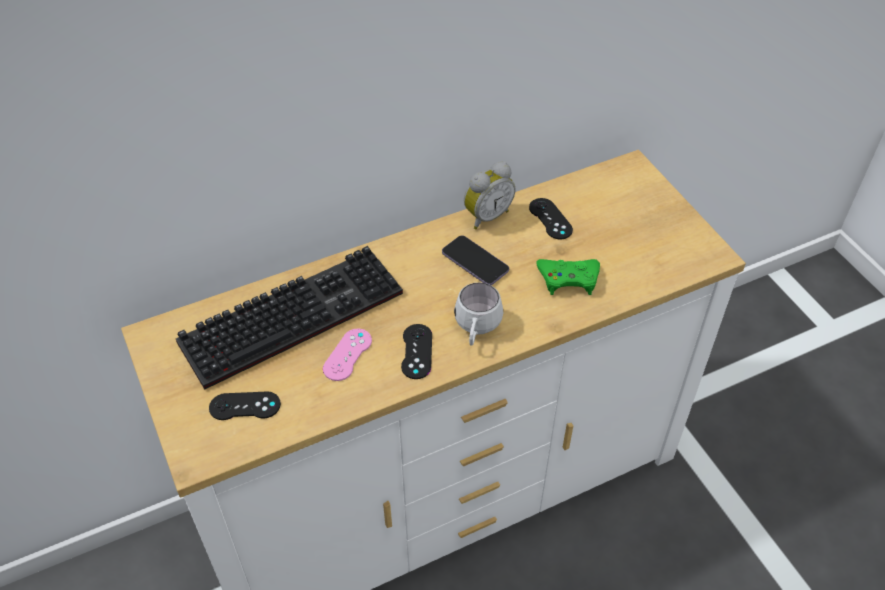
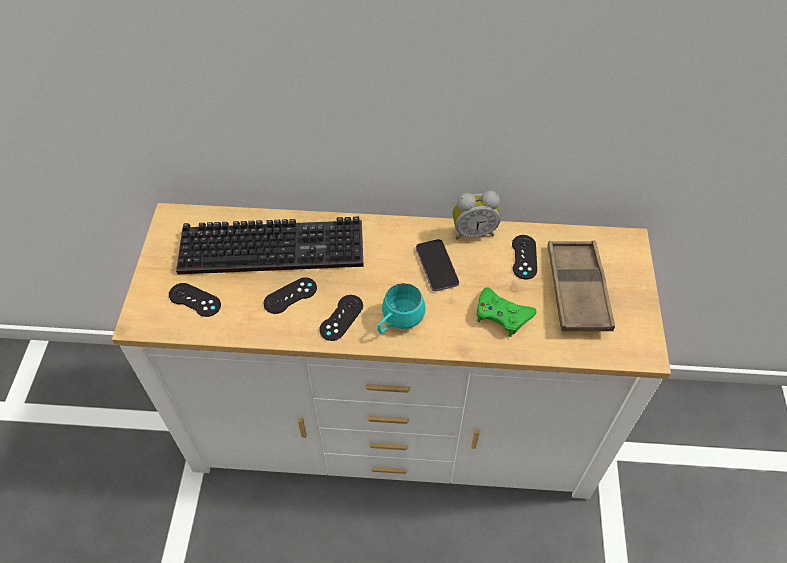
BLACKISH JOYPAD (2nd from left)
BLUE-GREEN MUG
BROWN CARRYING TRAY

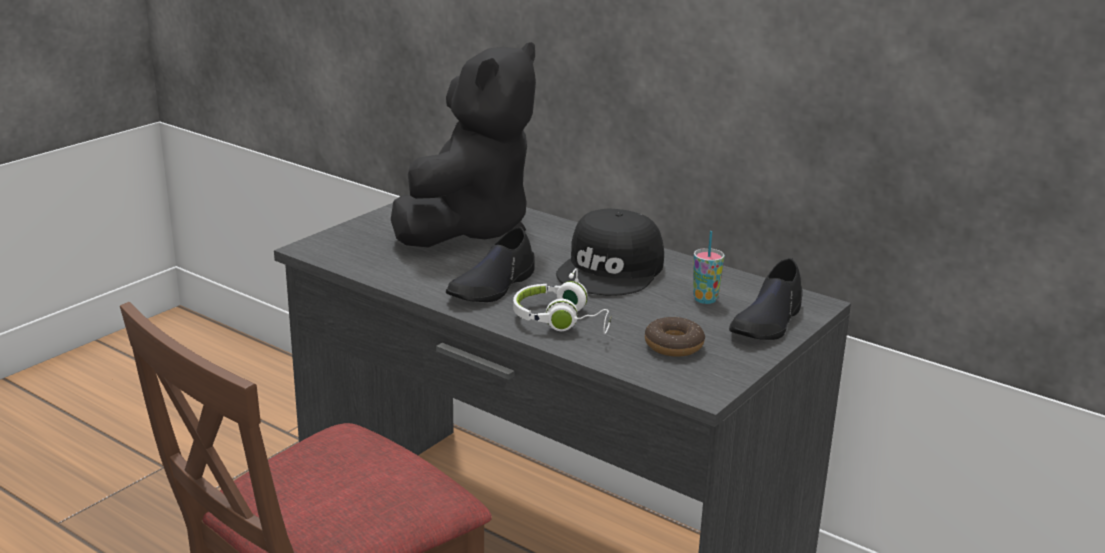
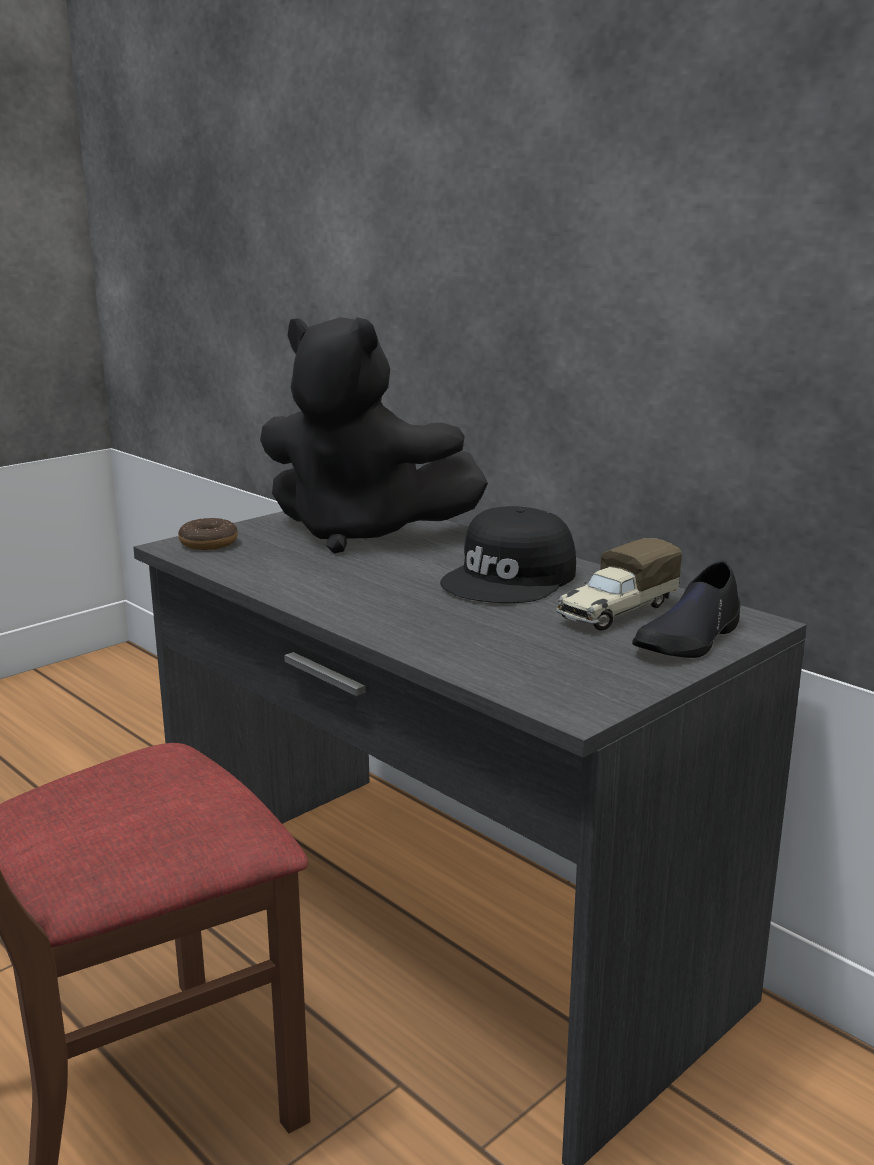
BLACKISH CUDDLY TOY
BLACKISH ITEM OF FOOTWEAR (1st from left in the first image)
WHITE-COLOURED PAIR OF HEADPHONES
DOUGHNUT
TOY TRUCK

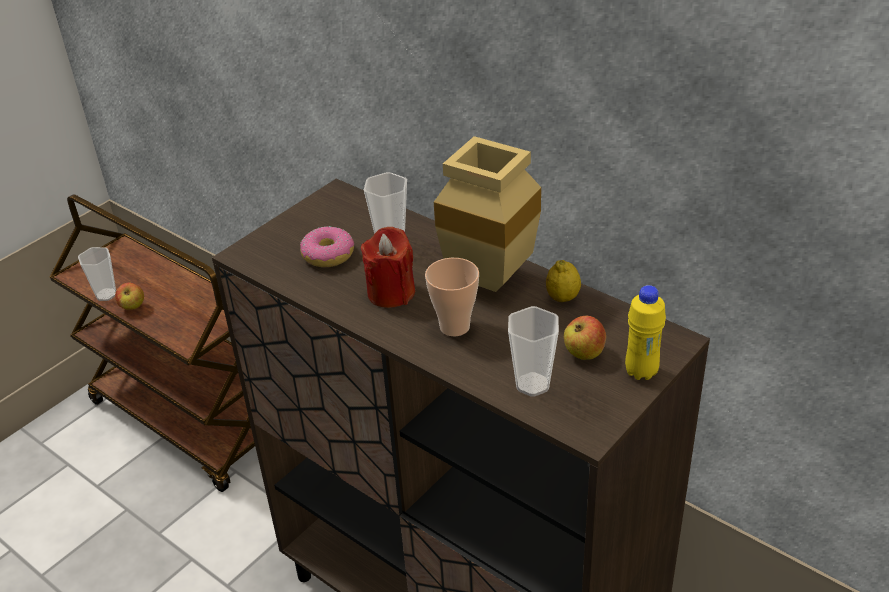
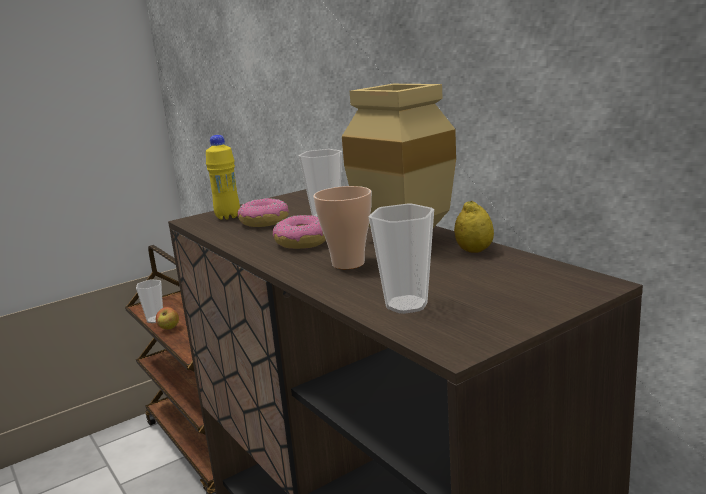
DOUGHNUT (2nd from left)
WHOLE APPLE (2nd from left in the first image)
YELLOW-COLOURED BOTTLE

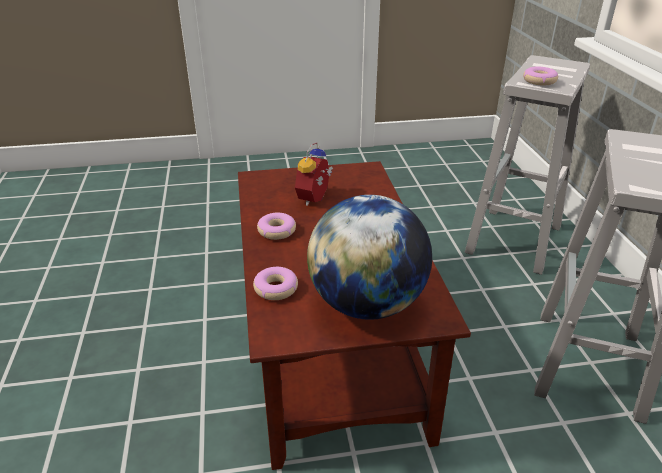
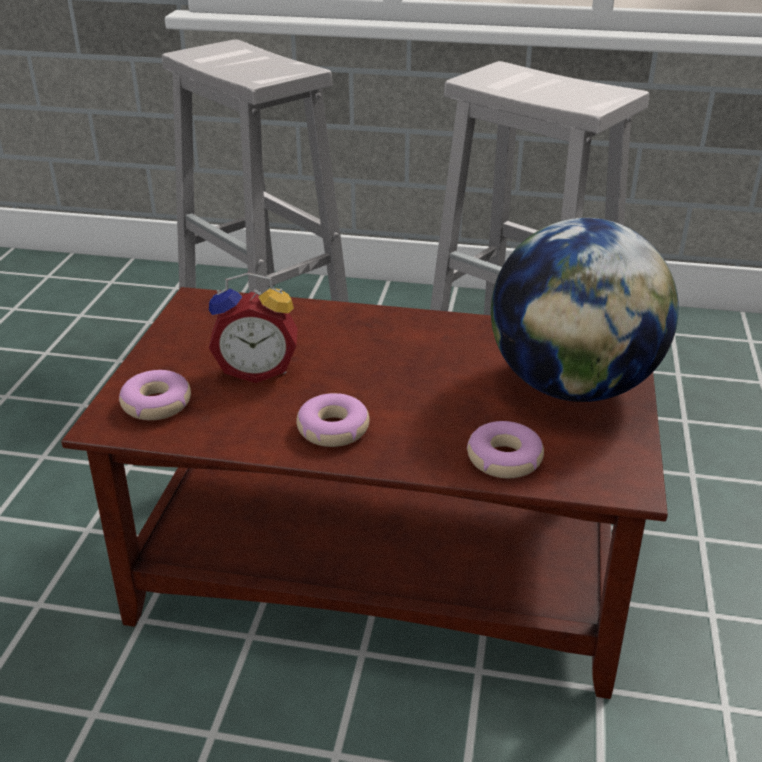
ALARM CLOCK
DOUGHNUT (1st from left)

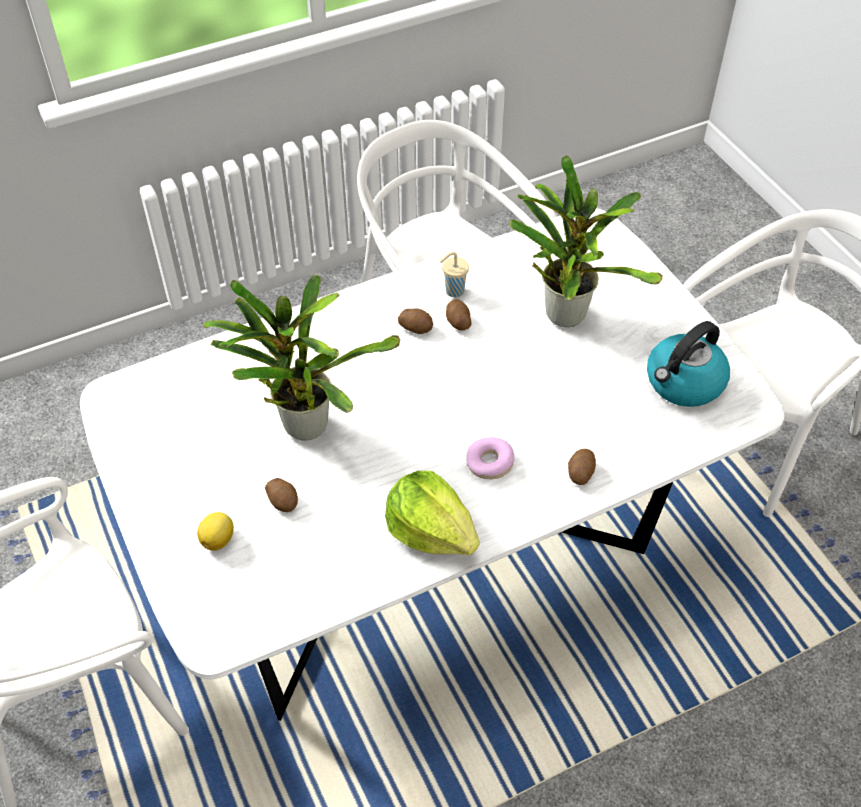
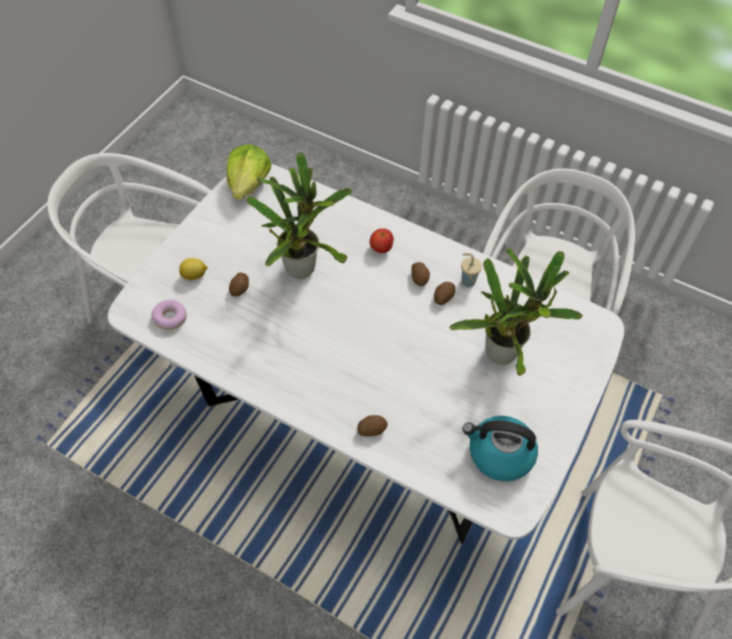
HEAD OF LETTUCE
DOUGHNUT
TOMATO

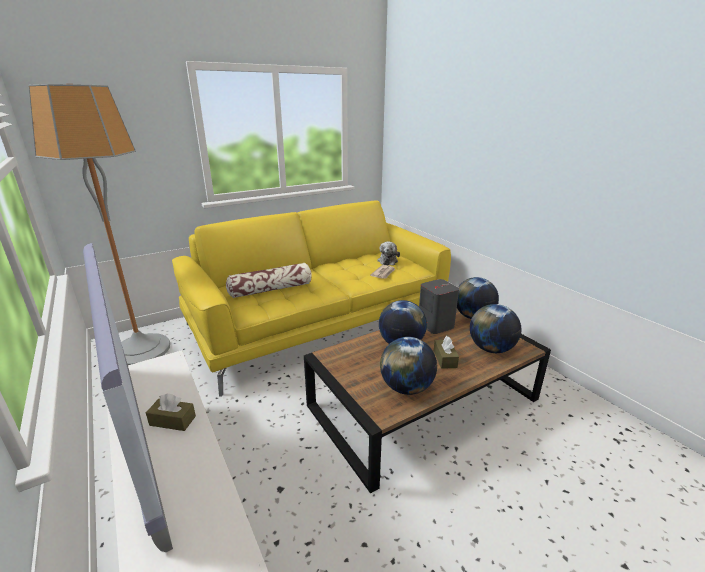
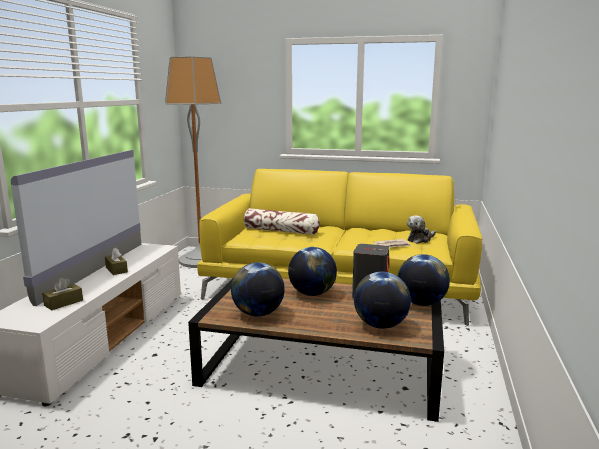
BROWN TISSUE BOX (1st from left)

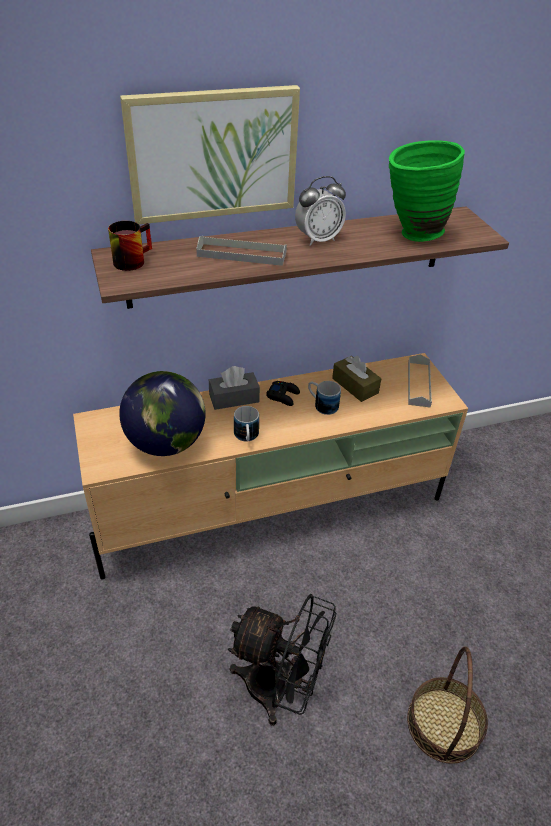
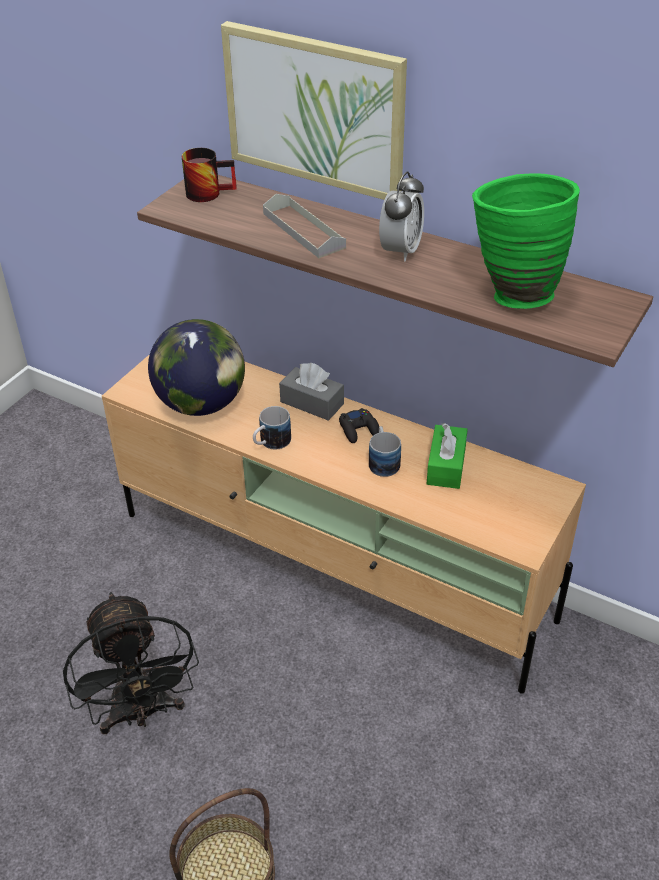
ALARM CLOCK
GREEN TISSUE BOX
GREY CARRYING TRAY (2nd from left in the first image)

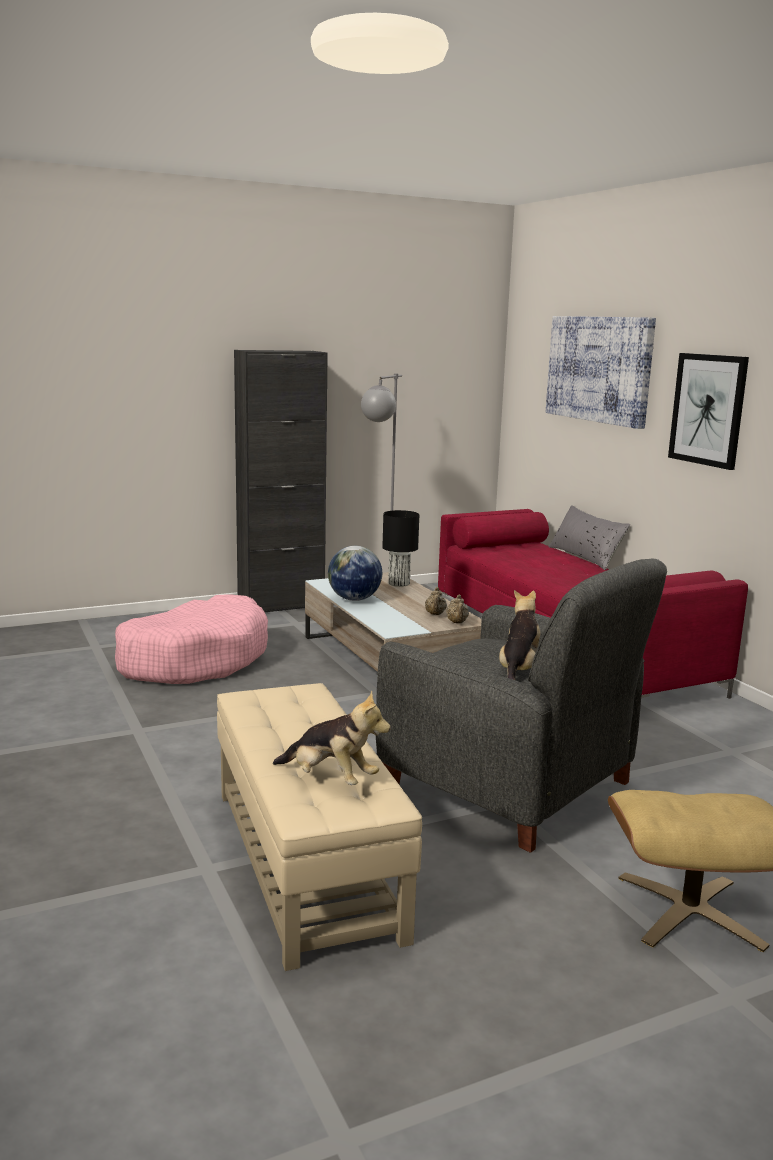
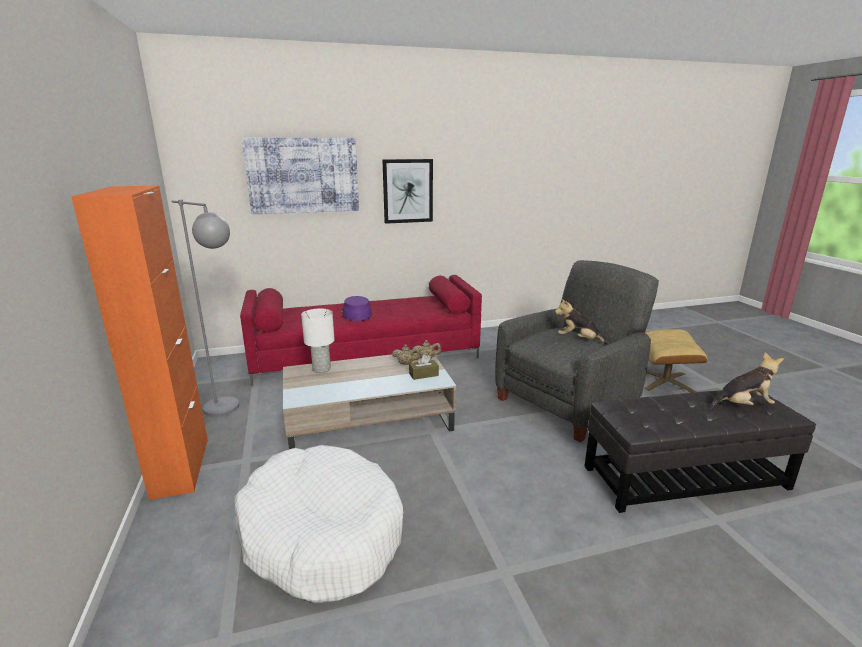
WHITE-COLOURED DOG CUSHION
BLACKISH OTTOMAN
ORANGE STORAGE CABINET
CUDDLY TOY (2nd from left)
WORLD GLOBE
WHITE-COLOURED TABLE LAMP
GREY PILLOW
PURPLE-COLOURED WEARABLE HAT
BROWN TISSUE BOX

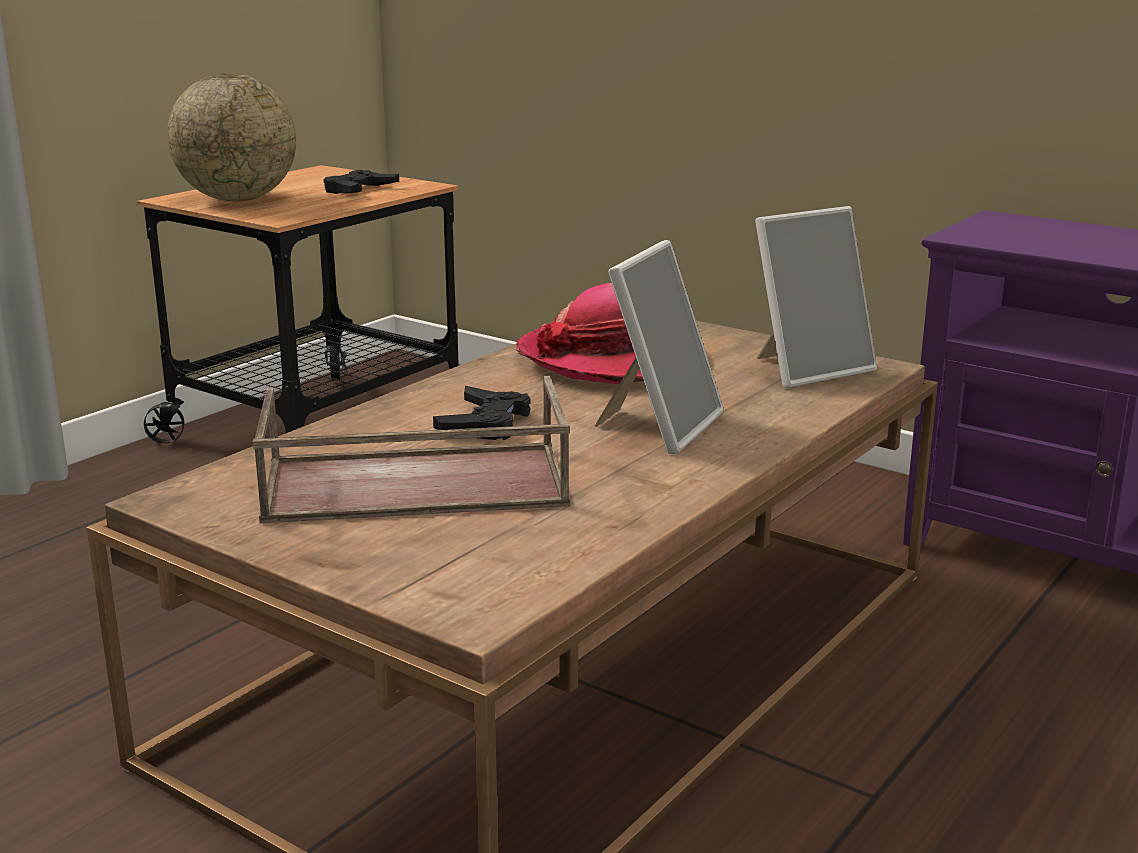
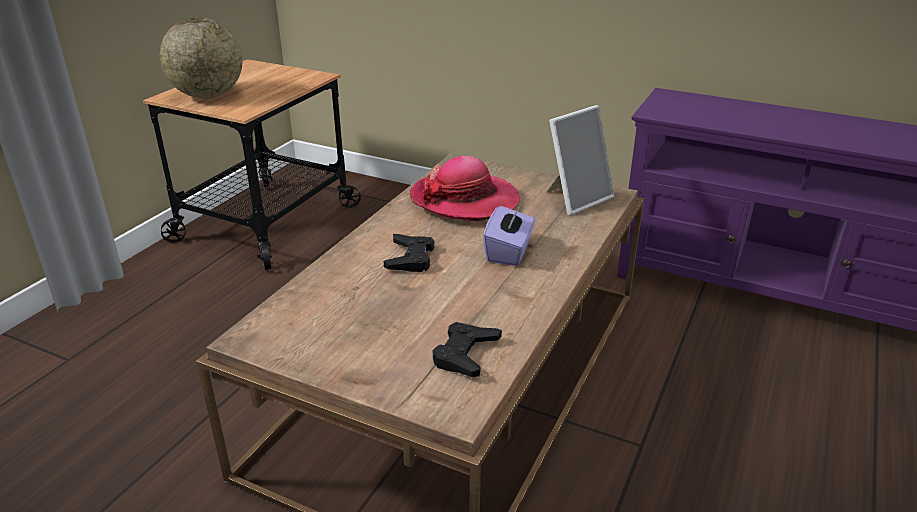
BROWN CARRYING TRAY
BLACKISH JOYPAD (2nd from left)
PURPLE-COLOURED TISSUE BOX

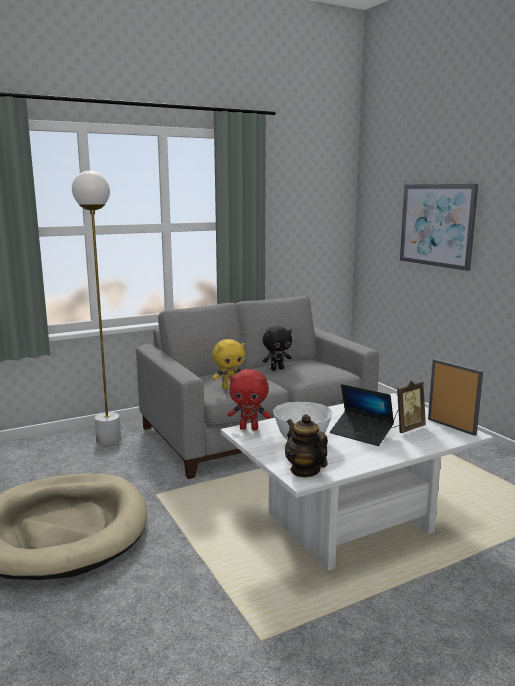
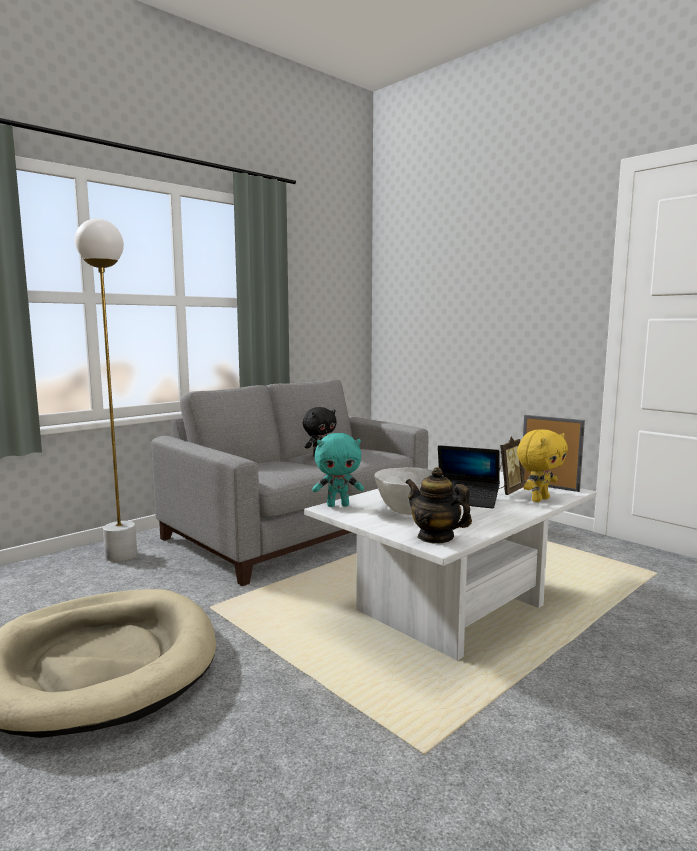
YELLOW-COLOURED CUDDLY TOY
BLUE-GREEN CUDDLY TOY
WALL ART

